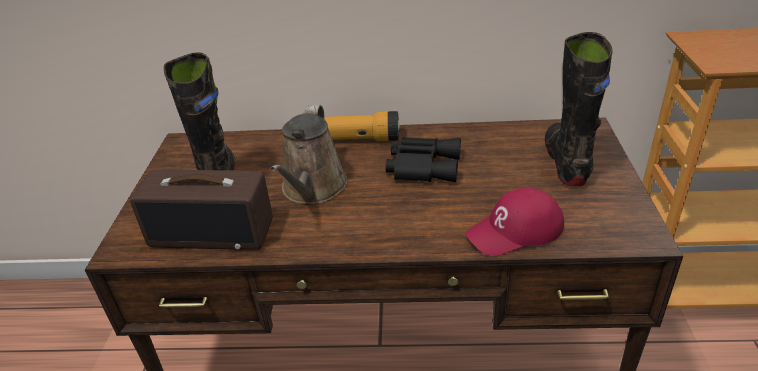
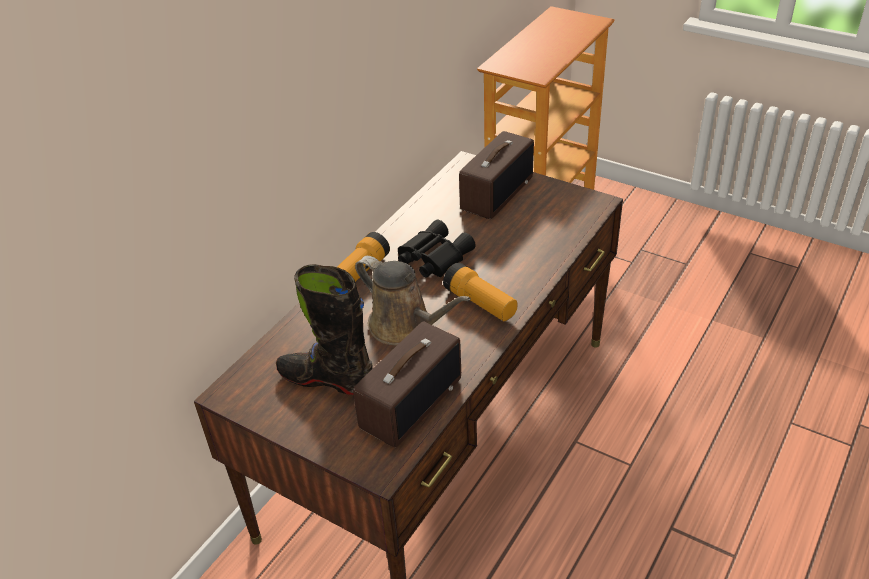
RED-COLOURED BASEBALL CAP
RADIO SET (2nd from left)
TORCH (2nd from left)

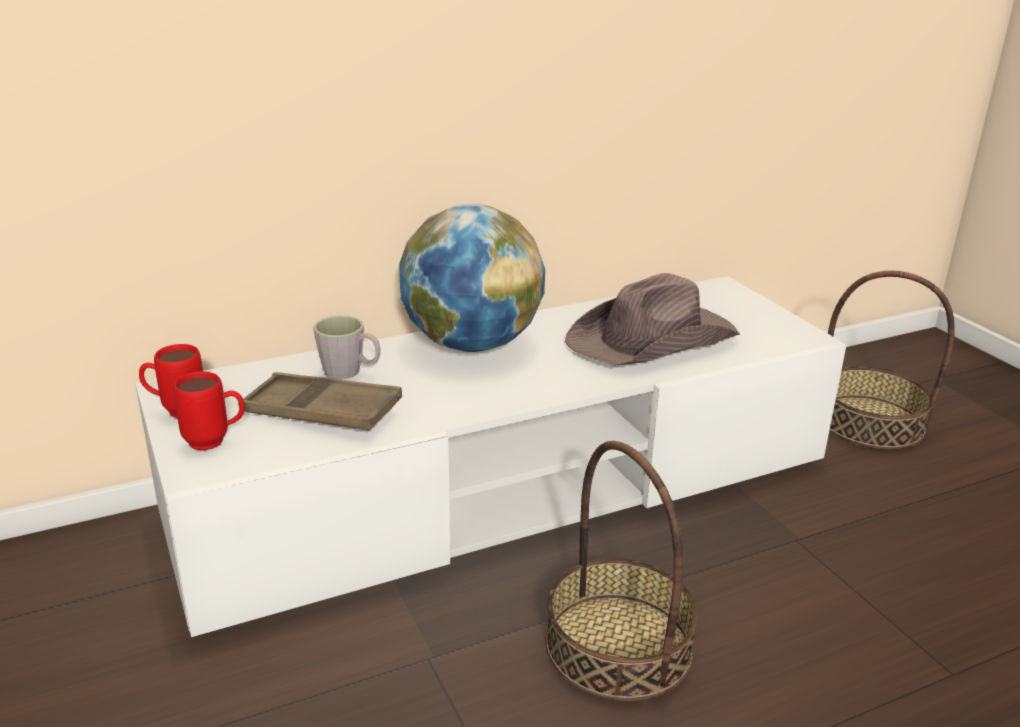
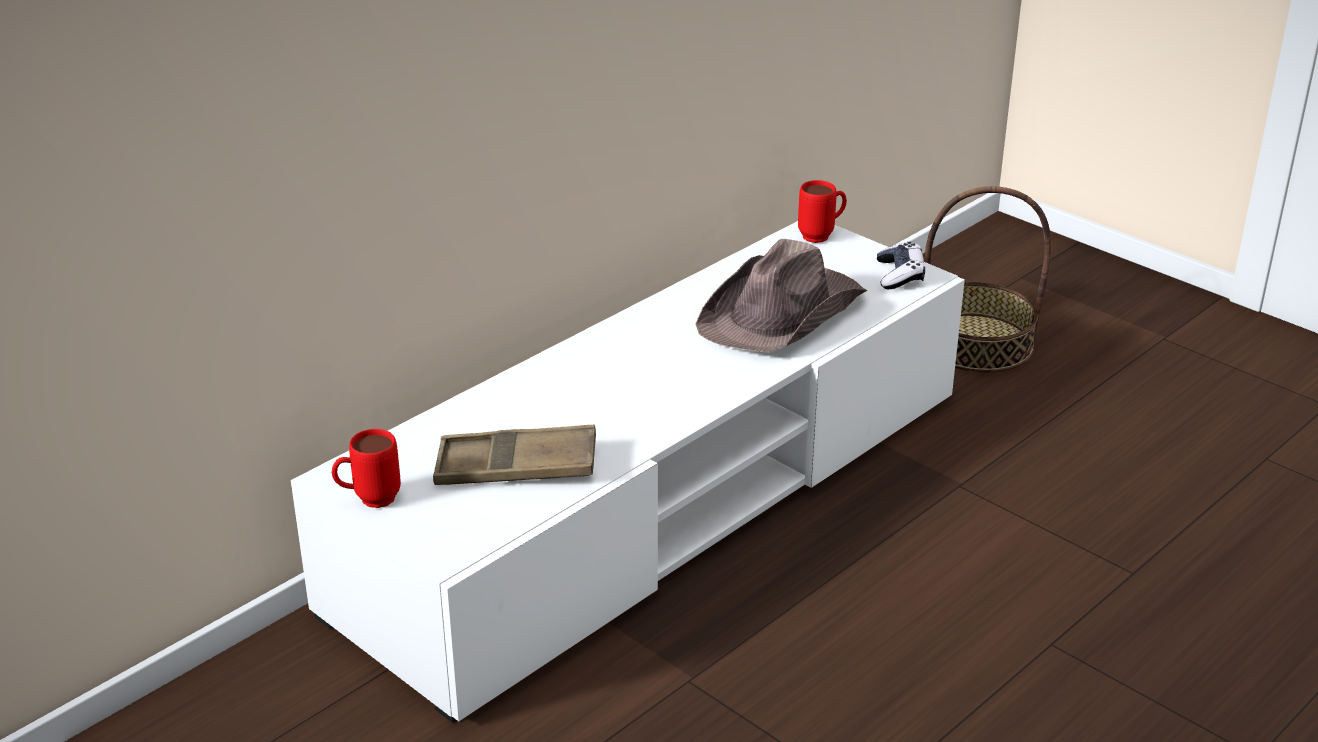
RED-COLOURED MUG (2nd from left)
GREY MUG
WORLD GLOBE
HOUSEHOLD BASKET (1st from left in the first image)
JOYPAD

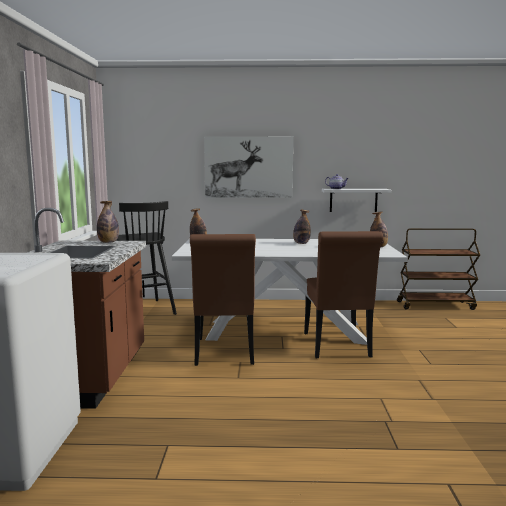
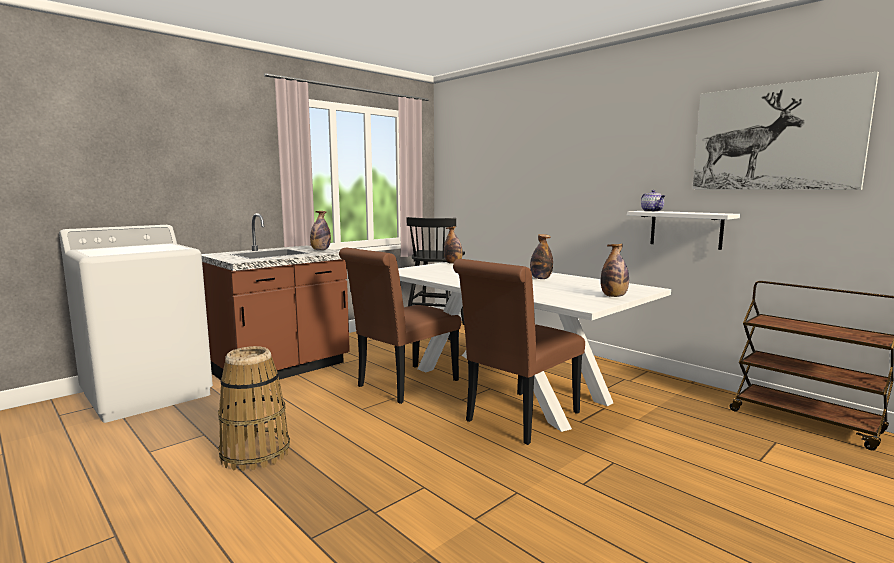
WALL ART
HOUSEHOLD BASKET

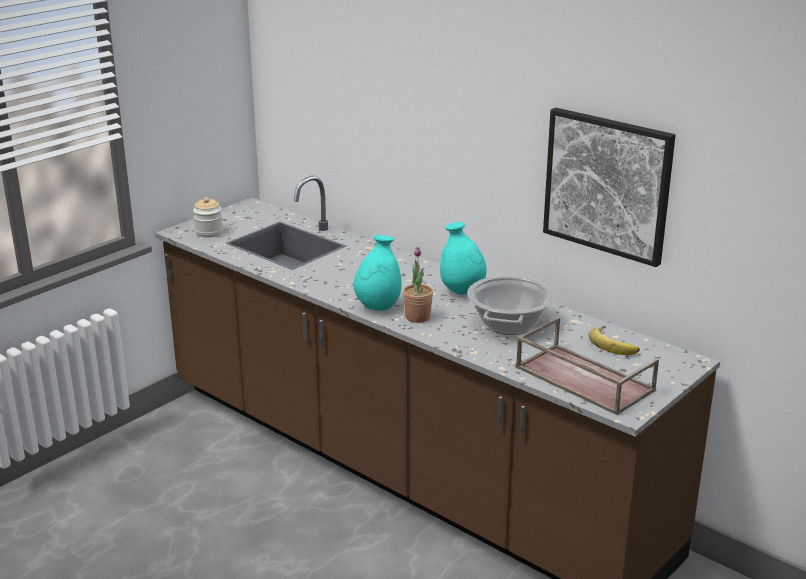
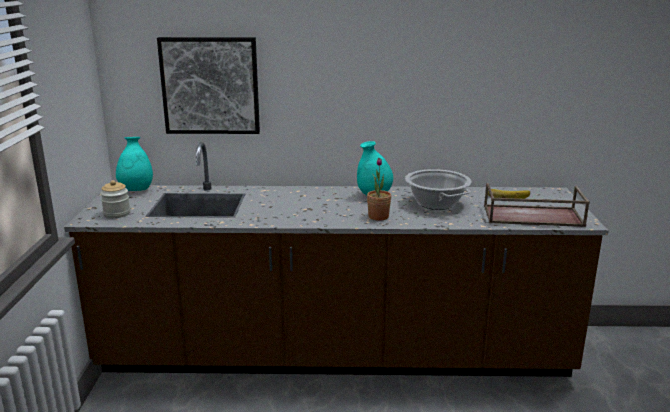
BLUE-GREEN DECORATIVE VASE (1st from left)
WALL ART

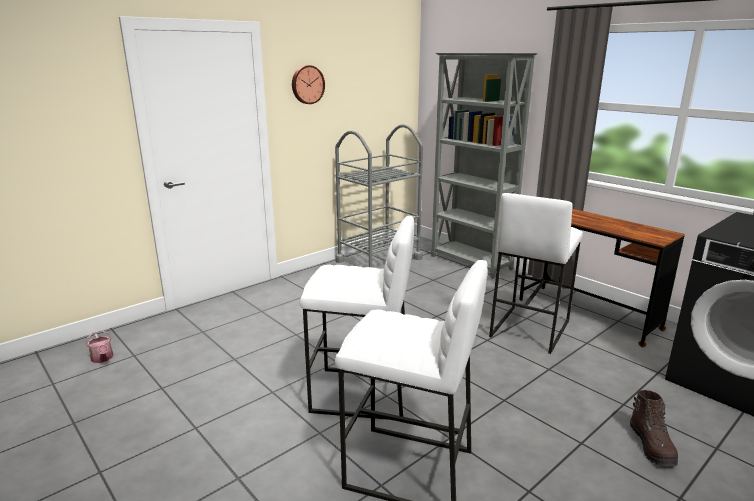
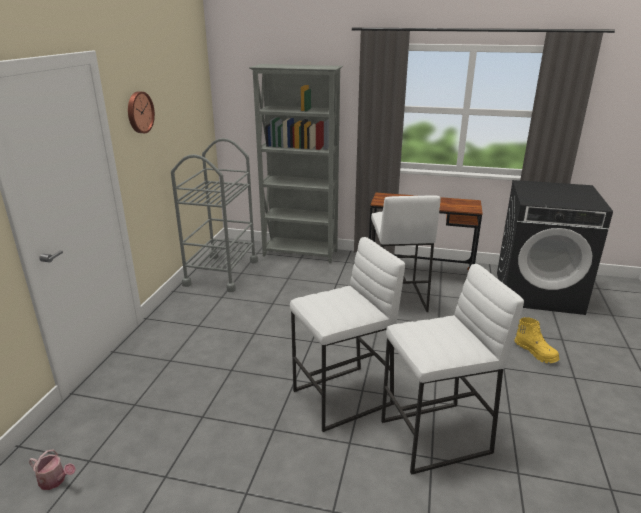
YELLOW-COLOURED TALL BOOT

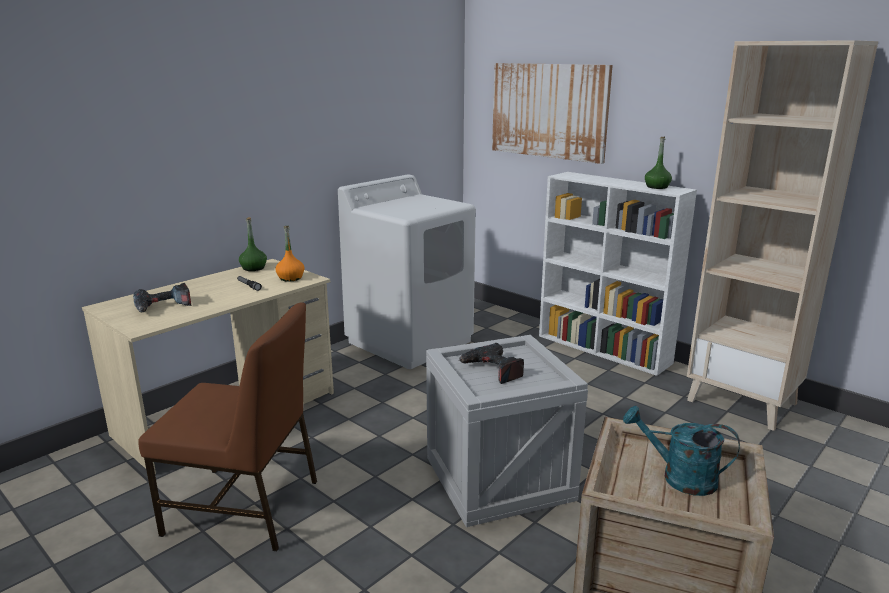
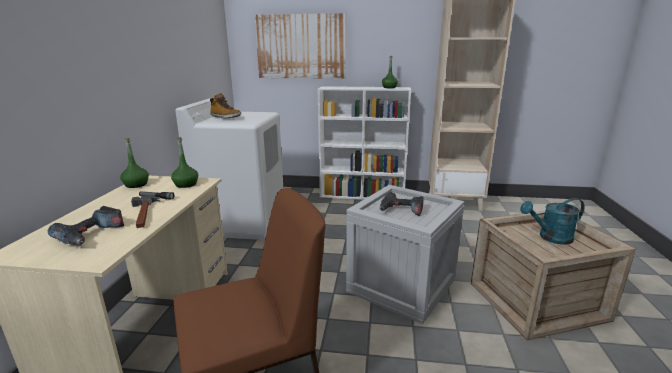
GREEN BOTTLE (2nd from left)
HAMMER
TALL BOOT

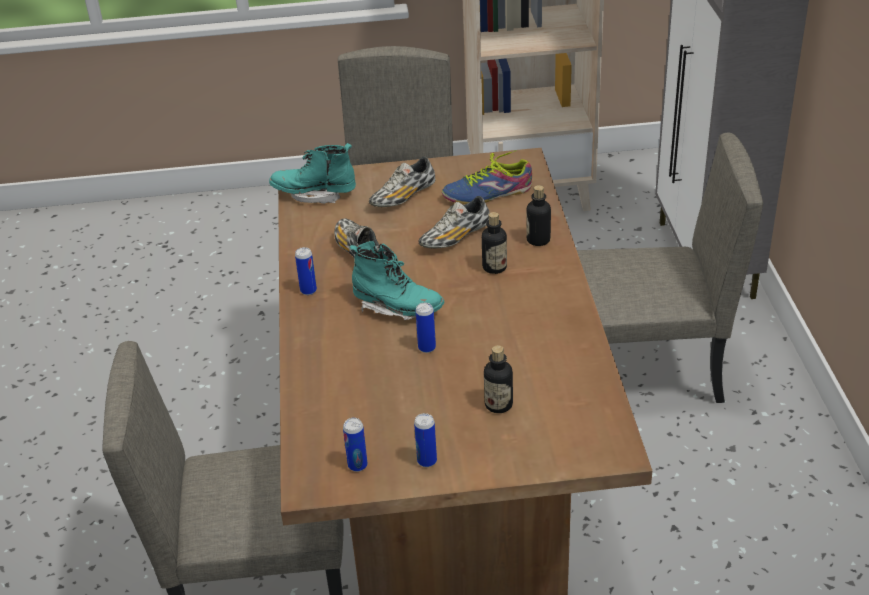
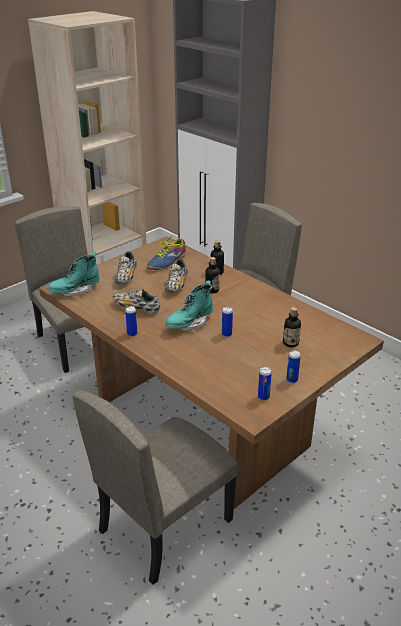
BLUE-GREEN TALL BOOT (2nd from left)

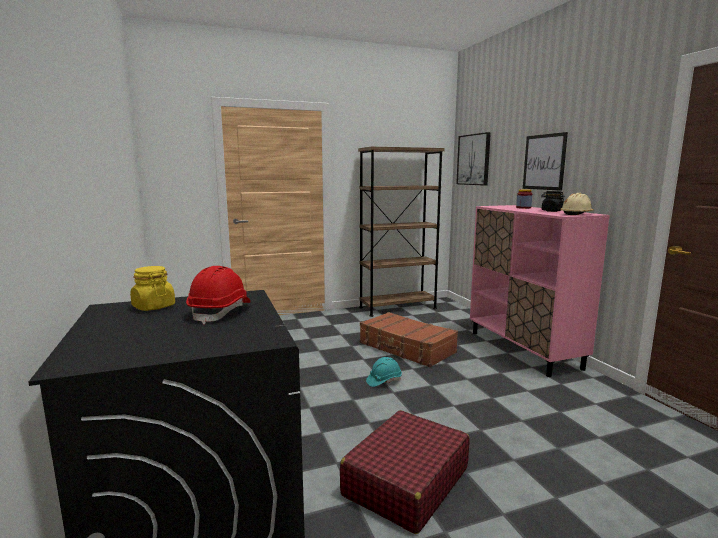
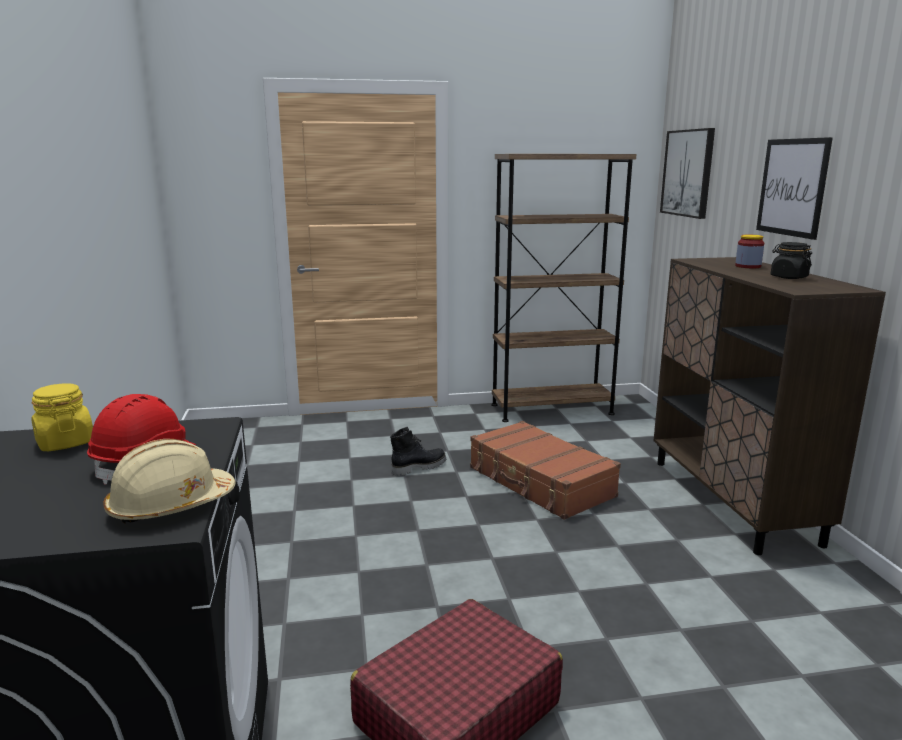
BLUE-GREEN HARD HAT
BROWN STORAGE CABINET
BEIGE HARD HAT
BLACKISH TALL BOOT

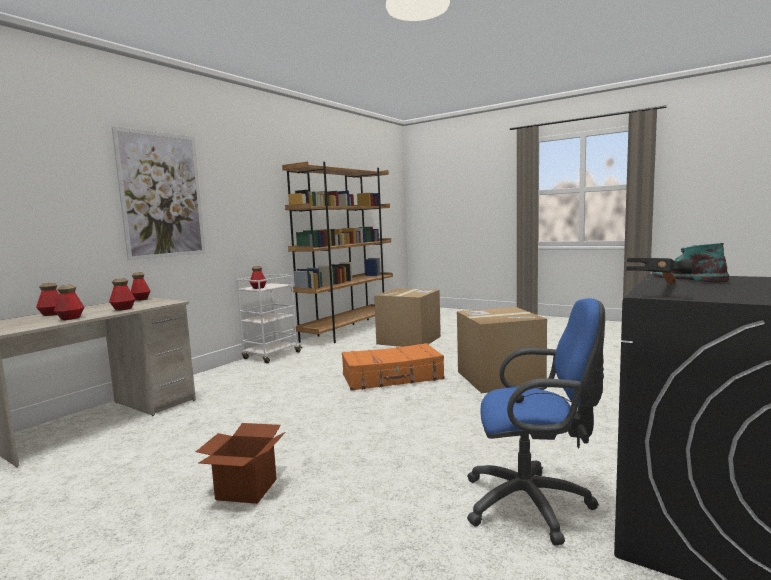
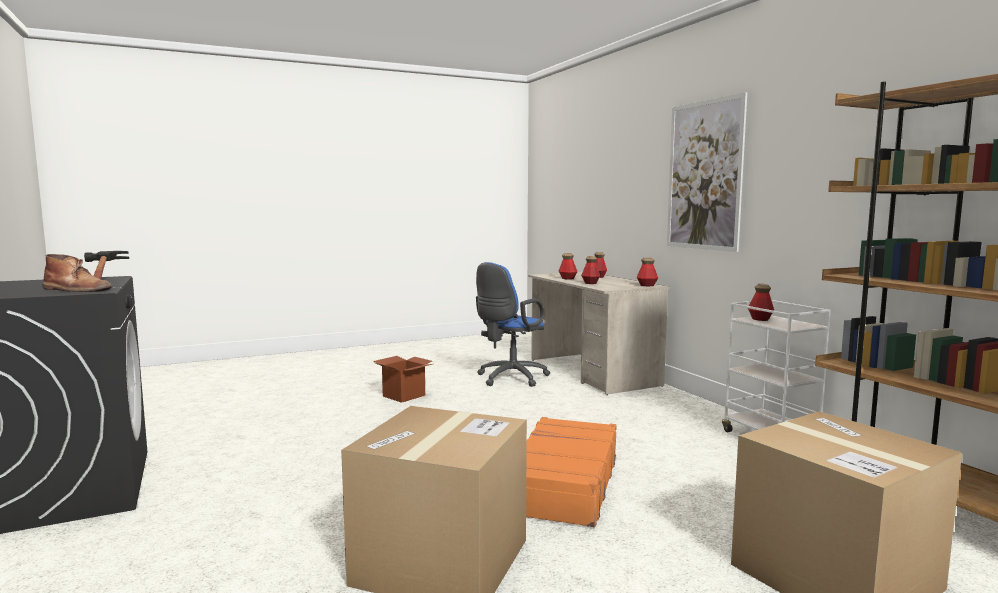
BLUE-COLOURED COMPUTER CHAIR
BROWN TALL BOOT

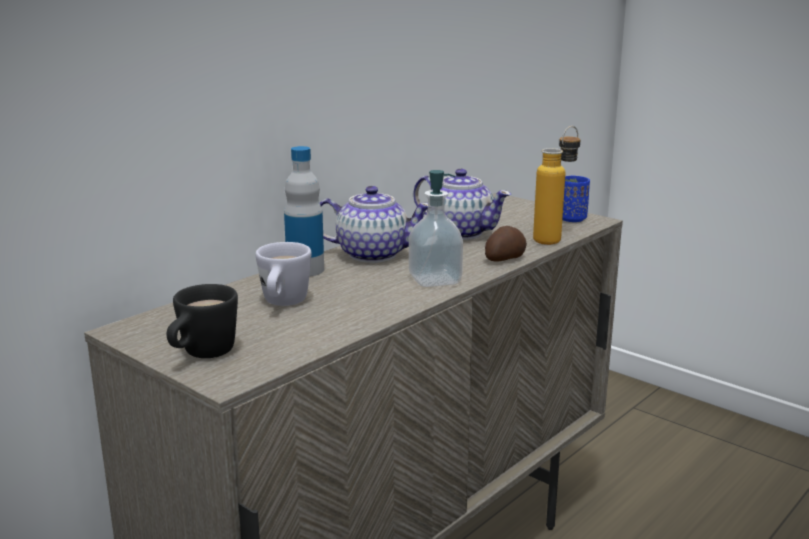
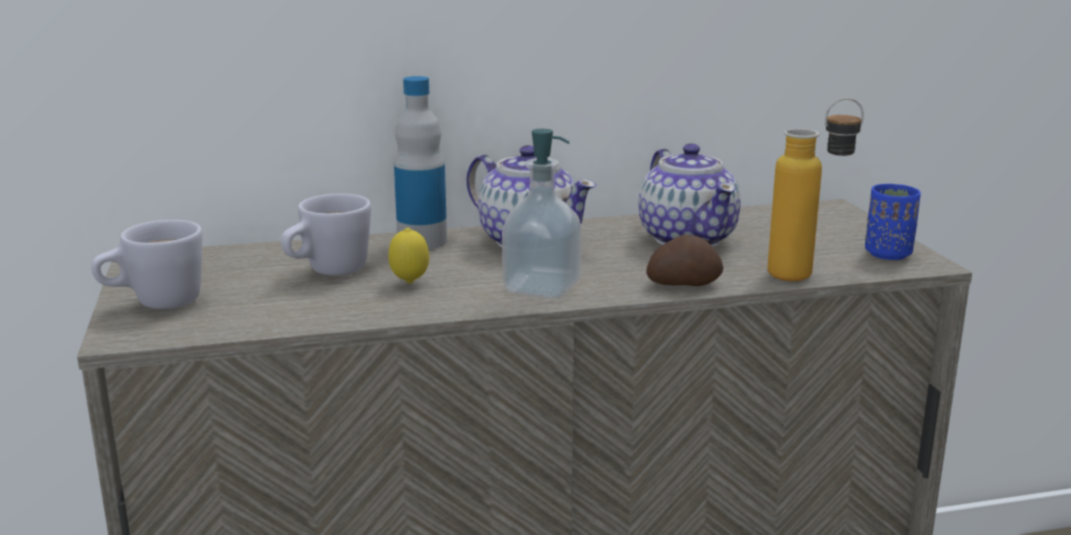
WHITE-COLOURED MUG (1st from left)
LEMON

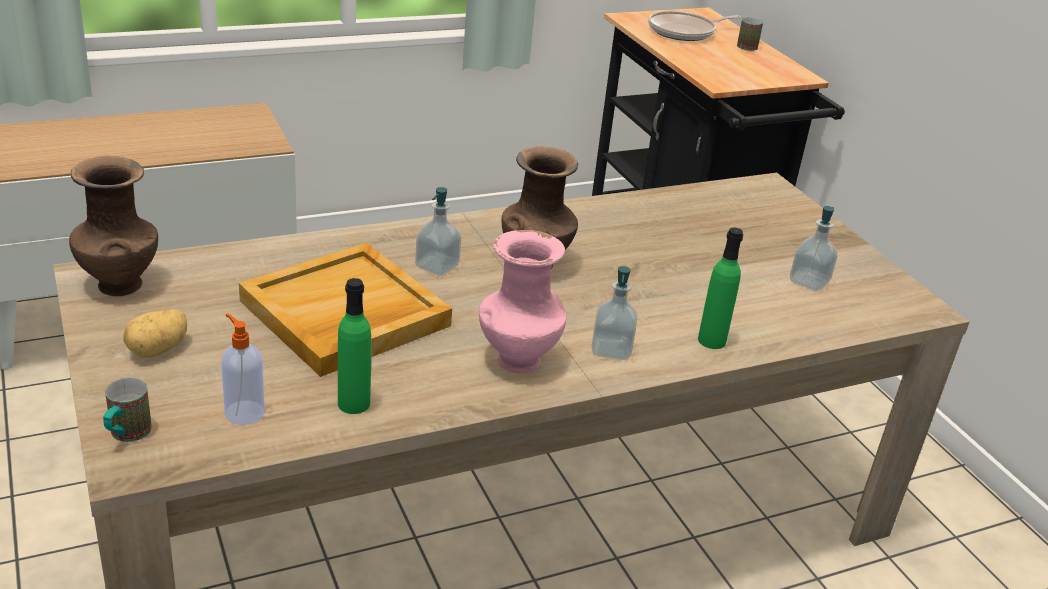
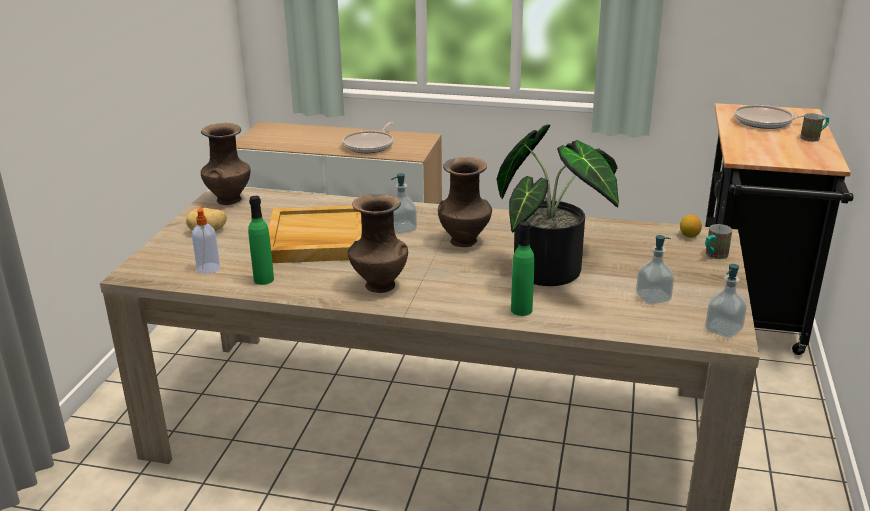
MUG (1st from left)
BROWN DECORATIVE VASE (2nd from left)
SOAP DISPENSER (4th from left)
SKILLET (1st from left)
POTTED PLANT
LEMON

